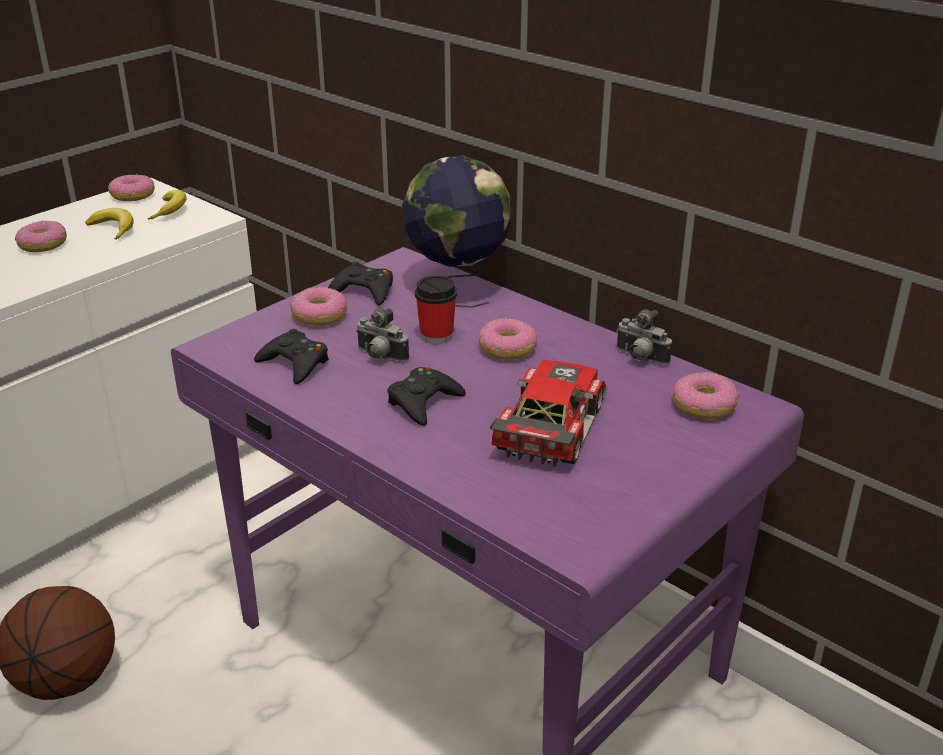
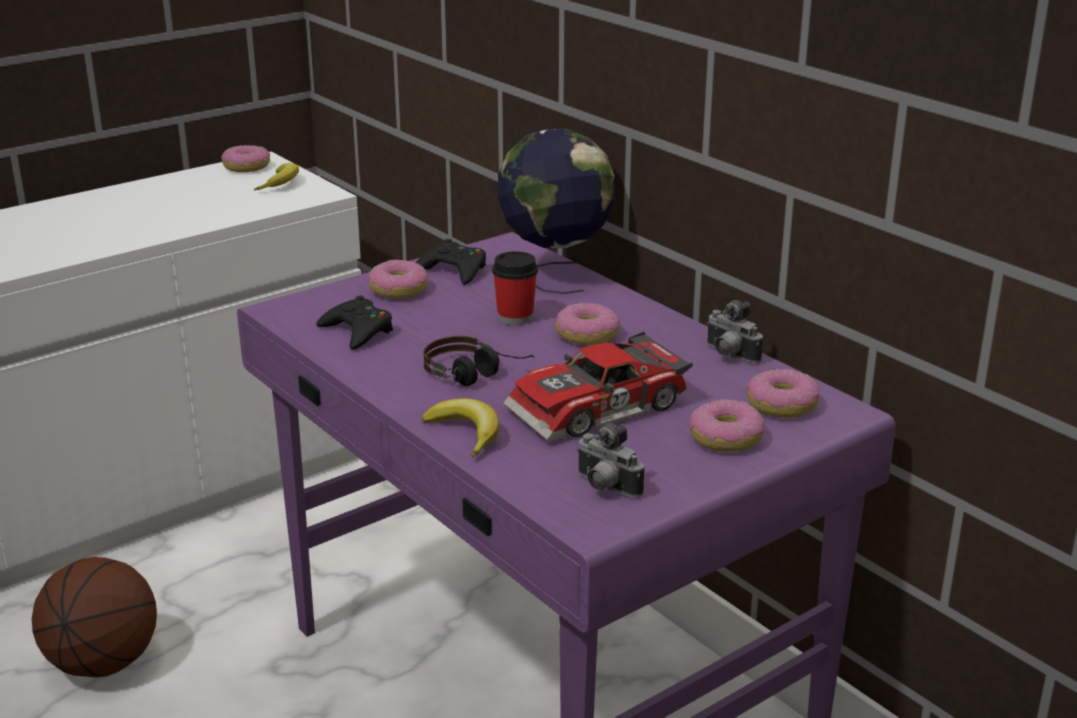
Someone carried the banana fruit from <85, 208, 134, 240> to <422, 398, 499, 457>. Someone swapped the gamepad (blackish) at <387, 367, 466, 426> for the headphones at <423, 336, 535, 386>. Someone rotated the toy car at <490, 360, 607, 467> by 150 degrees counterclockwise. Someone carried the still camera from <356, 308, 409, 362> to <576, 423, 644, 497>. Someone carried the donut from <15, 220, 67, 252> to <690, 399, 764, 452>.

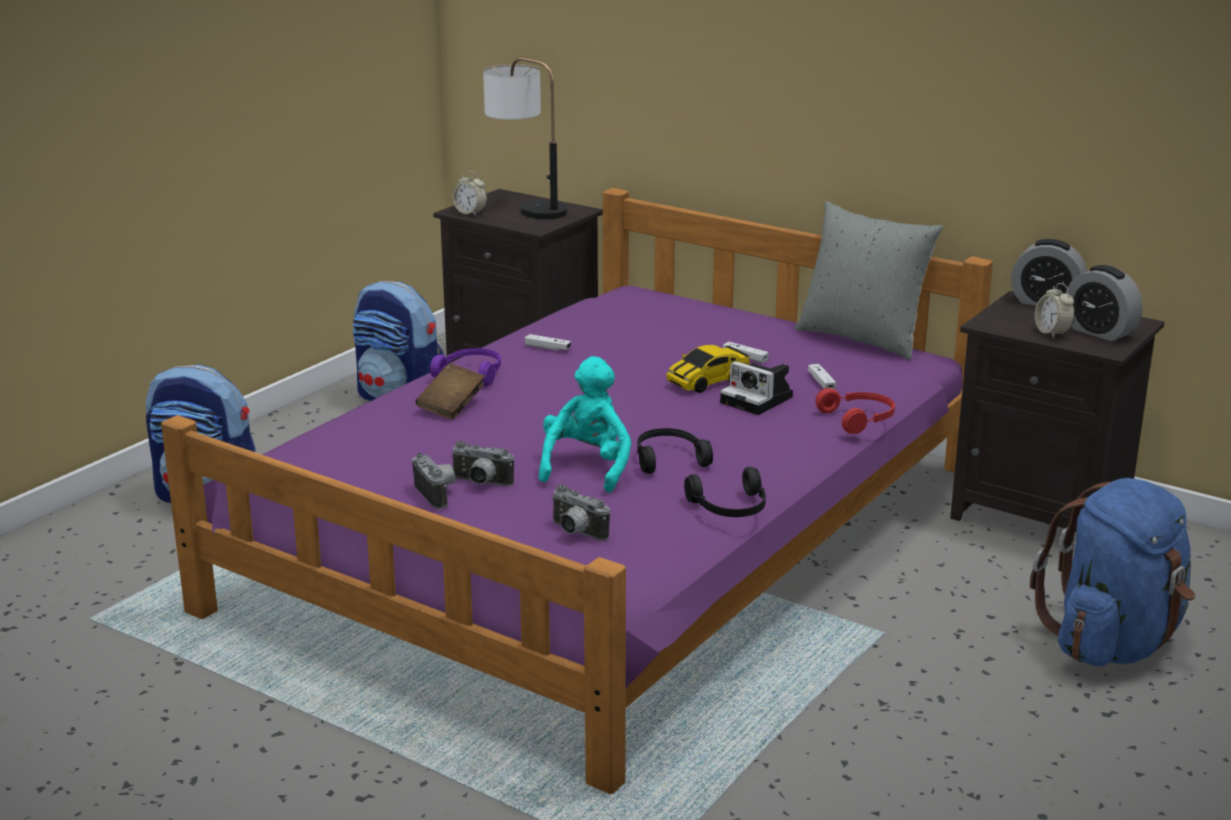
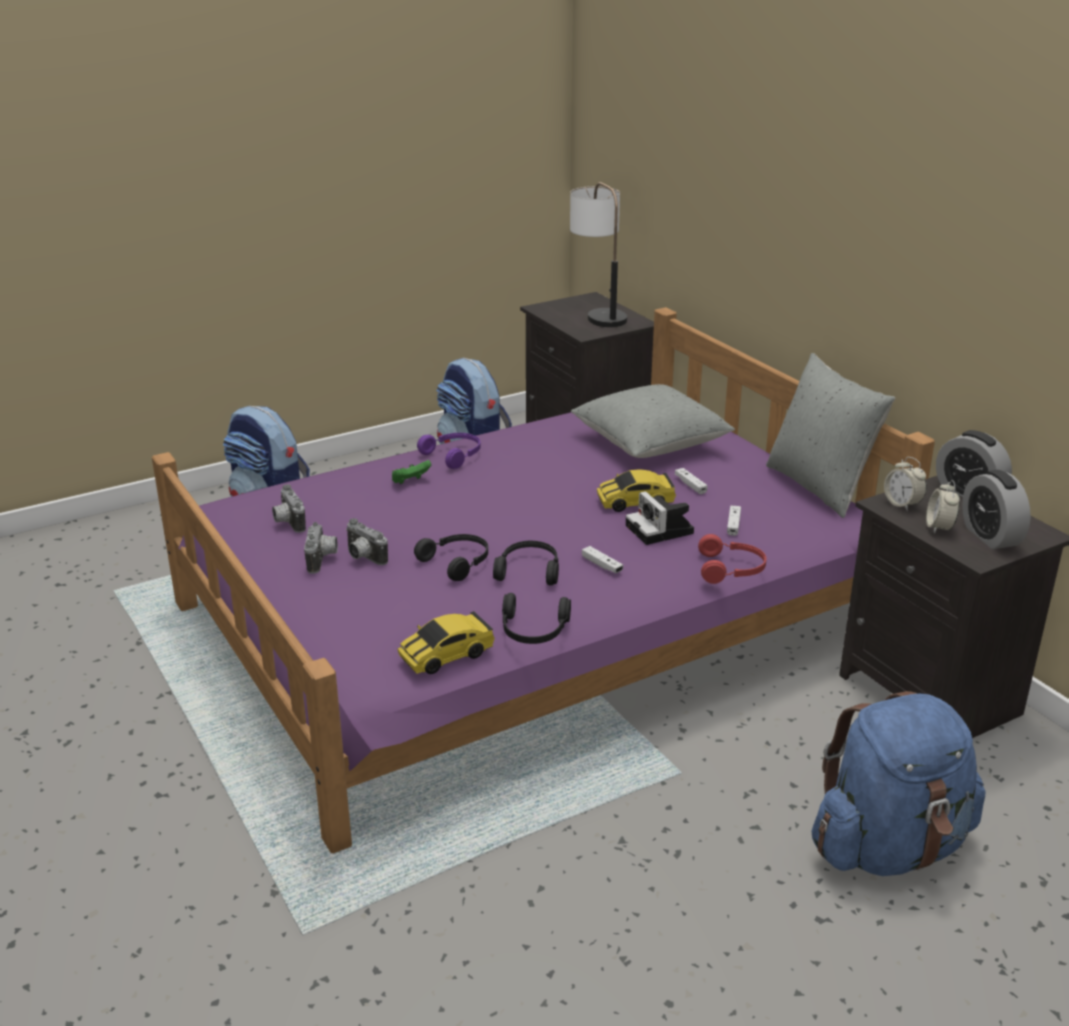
Someone carried the still camera from <551, 485, 610, 541> to <272, 484, 306, 533>. Someone swapped the volume (brownish) at <416, 363, 485, 419> for the gamepad (greenish) at <392, 460, 432, 484>. Someone put down the toy car at <398, 611, 495, 674>. Someone swapped the plush toy (blue-green) at <539, 356, 631, 493> for the headphones (blackish) at <414, 534, 488, 581>. Someone put down the cushion (grey) at <571, 384, 735, 458>. Someone carried the gamepad (white-coloured) from <525, 334, 571, 351> to <582, 546, 623, 573>. Someone carried the bedside clock from <453, 171, 487, 216> to <884, 457, 927, 511>.

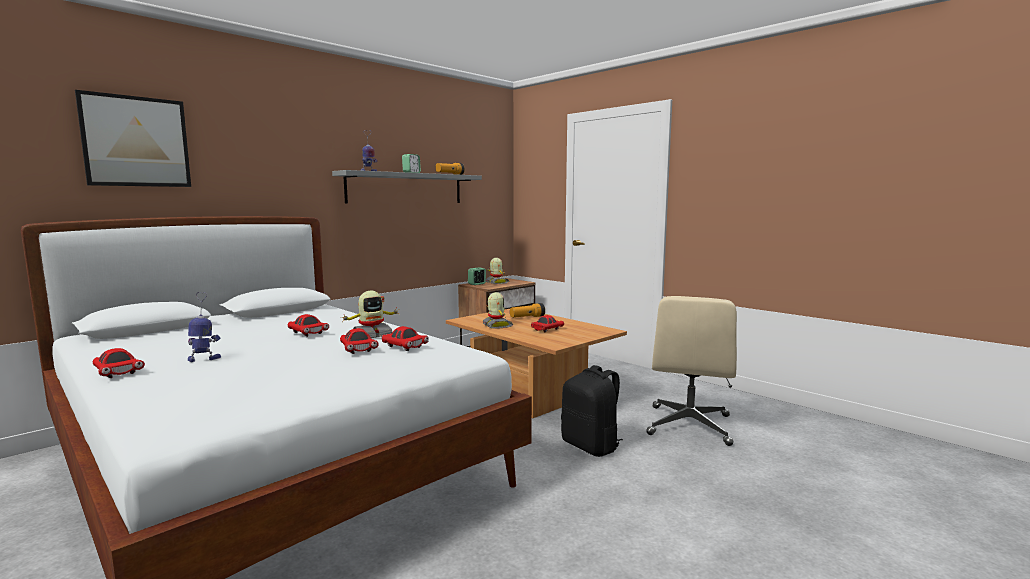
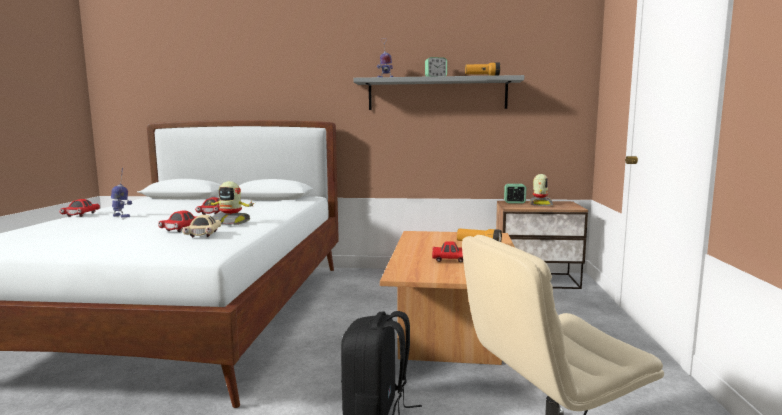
Someone repainted the toy car (red) at <382, 326, 429, 351>, which became the toy car (sand-coloured) at <182, 215, 221, 237>. Someone took away the picture at <75, 90, 191, 187>. Someone took away the robot figure at <483, 292, 513, 329>.

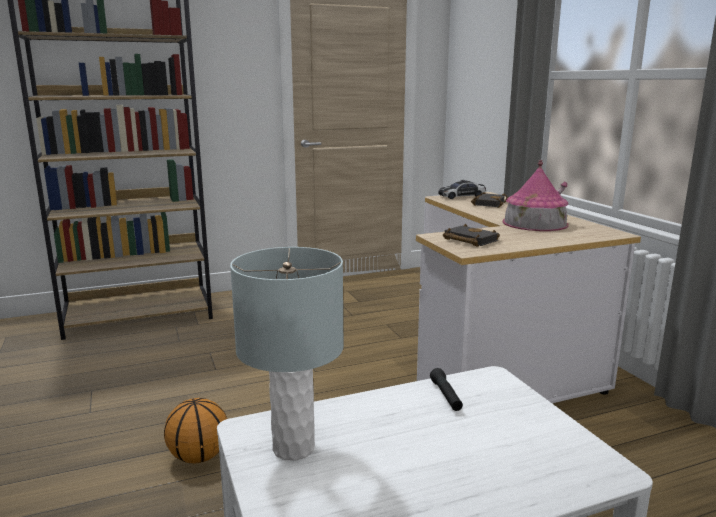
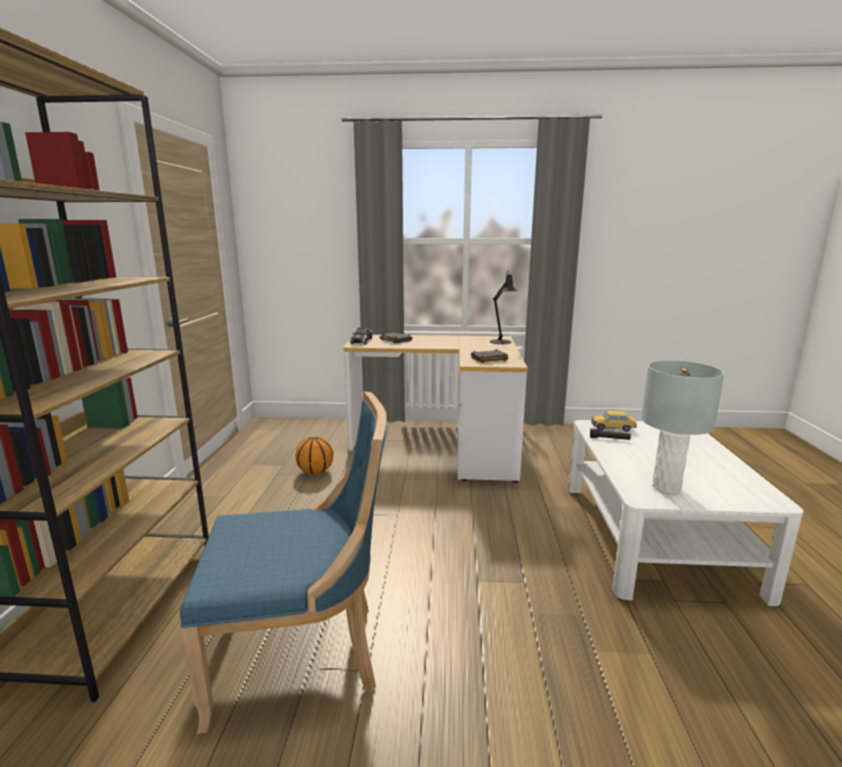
Someone put down the plain chair (blue-coloured) at <180, 391, 387, 734>. Someone carried the basketball ball from <164, 398, 227, 464> to <296, 437, 333, 475>. Someone put down the lamp for a table (blackish) at <490, 270, 518, 344>. Someone put down the toy car at <591, 411, 637, 432>. Someone took away the miniature house at <502, 160, 569, 231>.

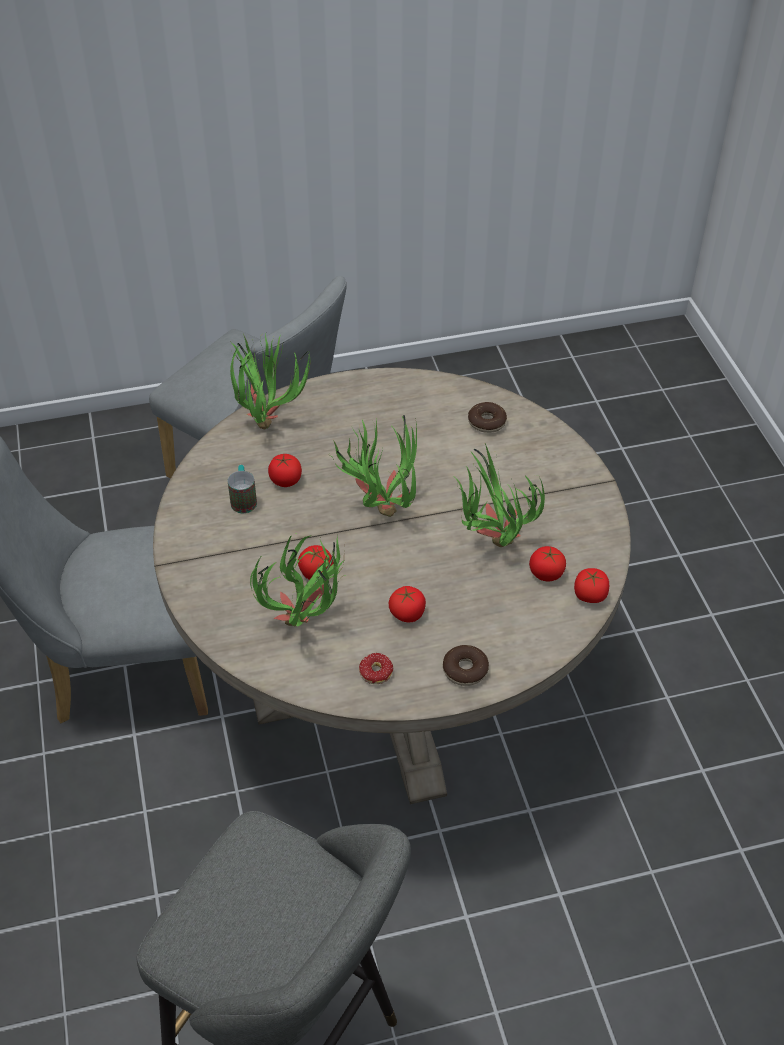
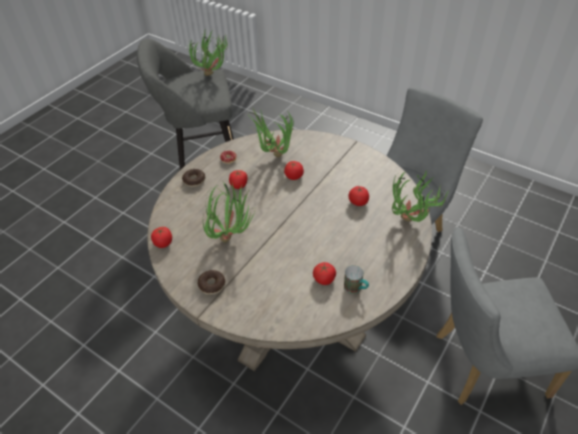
Someone carried the houseplant from <329, 415, 417, 517> to <188, 28, 228, 76>. Someone carried the donut from <468, 402, 507, 433> to <198, 270, 225, 295>. Someone carried the tomato from <529, 546, 566, 582> to <313, 262, 336, 285>. Someone carried the coffee mug from <228, 465, 257, 513> to <344, 265, 369, 294>.

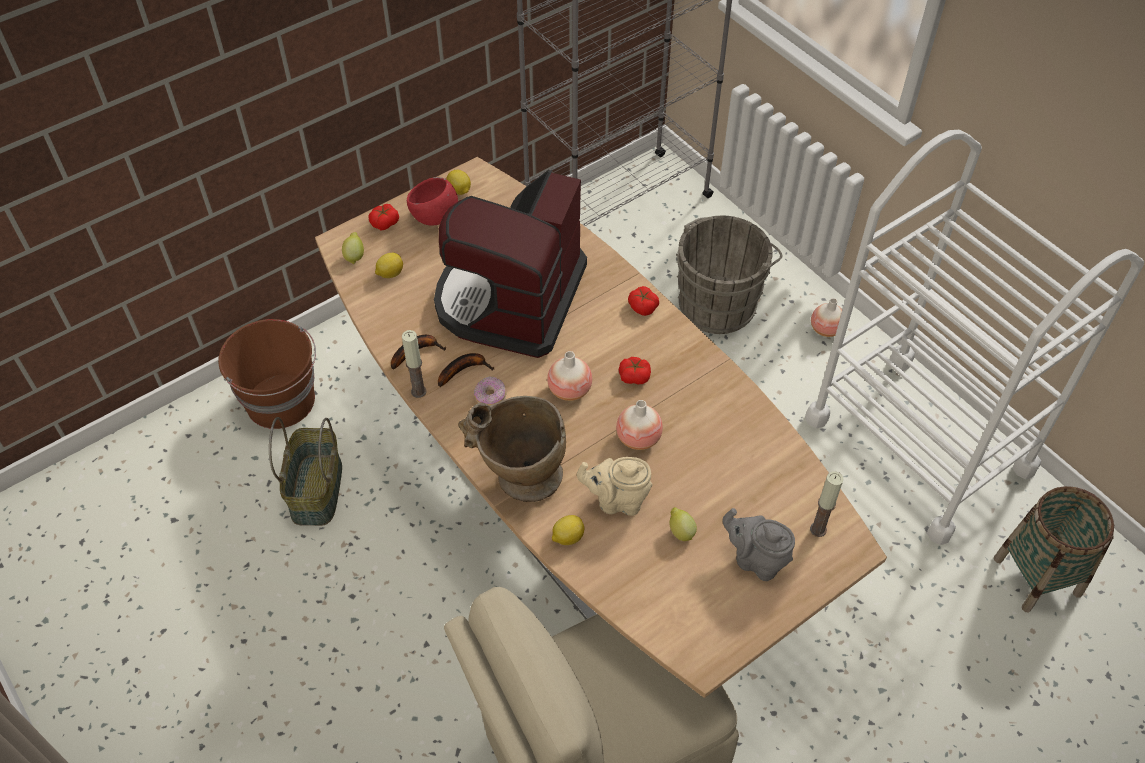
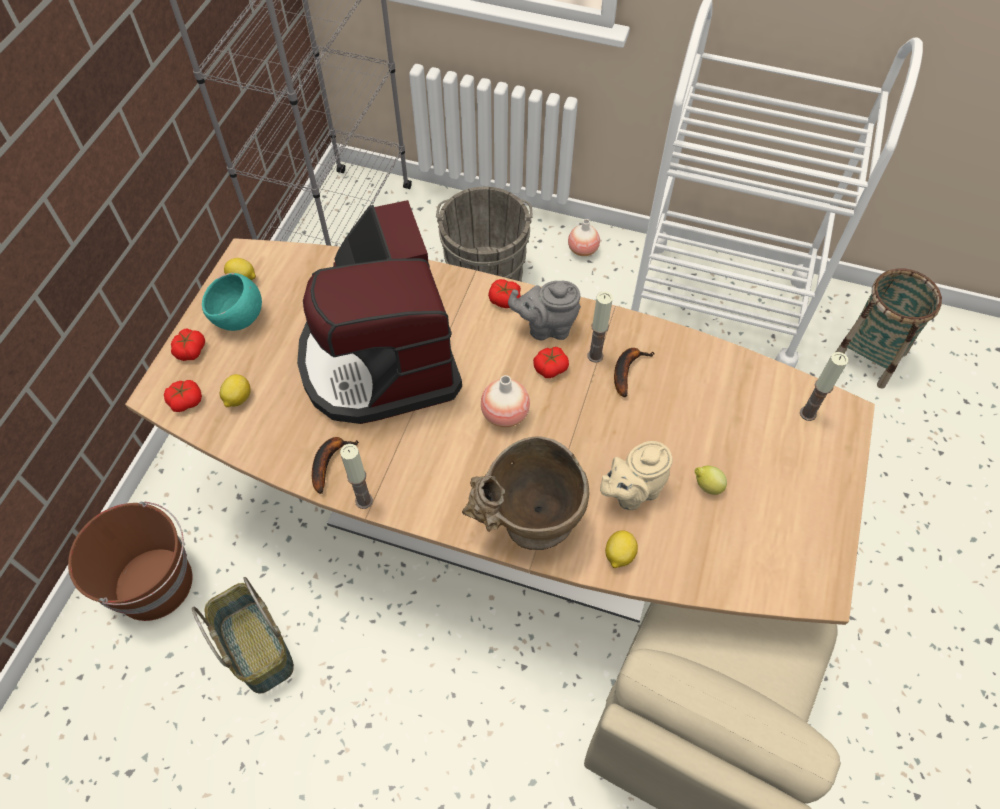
Someone swapped the whole lemon at <342, 232, 364, 264> for the tomato at <164, 380, 202, 412>. Someone repainted the bowl (red) at <407, 177, 458, 226>, which became the bowl (blue-green) at <202, 273, 262, 331>. Someone carried the pot for tea (grey) from <722, 508, 795, 581> to <508, 281, 581, 340>. Someone put down the wax light at <587, 292, 613, 363>. Someone carried the banana fruit from <438, 353, 495, 387> to <614, 348, 654, 398>. Someone took away the donut at <474, 376, 506, 406>. Someone took away the flower vase at <616, 400, 663, 450>.

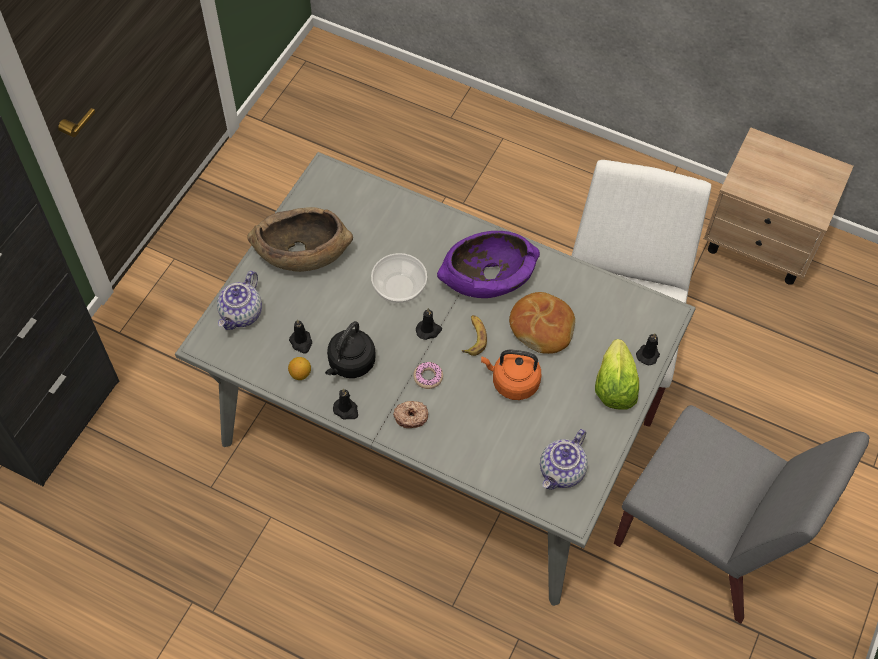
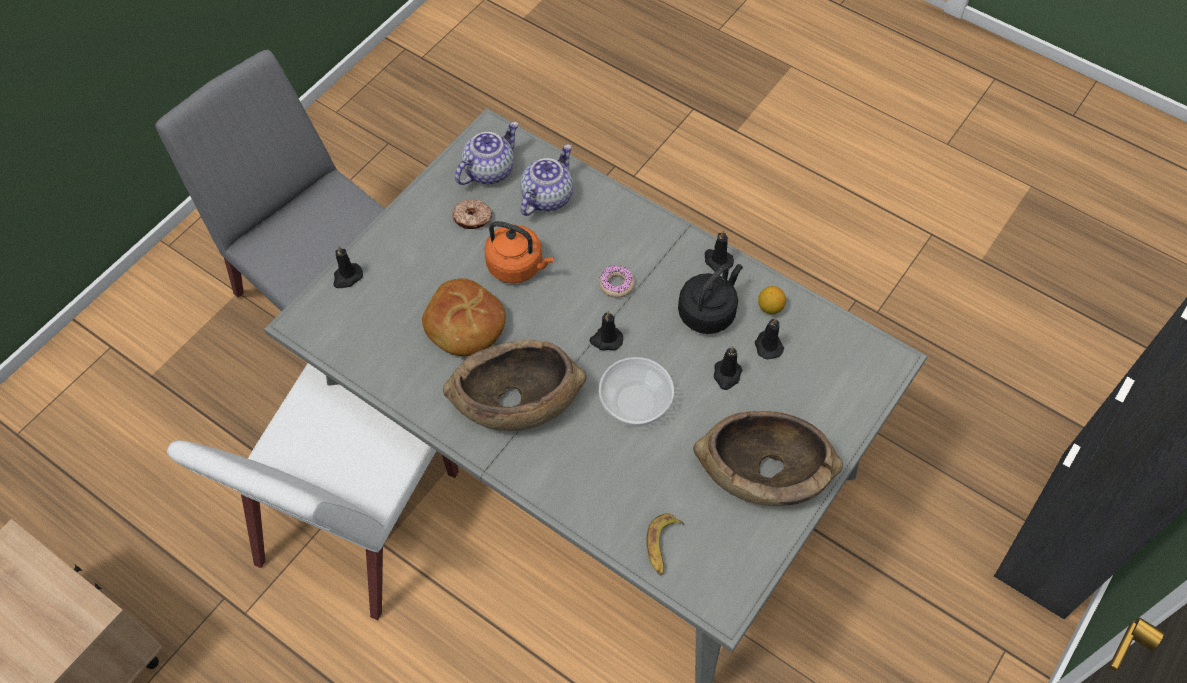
Someone repainted the bowl (purple-coloured) at <437, 231, 540, 298>, which became the bowl (brownish) at <443, 340, 586, 431>. Someone carried the donut from <393, 401, 428, 428> to <452, 199, 492, 229>. Someone carried the pot for tea from <217, 271, 262, 330> to <521, 144, 573, 216>. Someone carried the banana fruit from <462, 315, 487, 356> to <646, 513, 684, 575>. Someone put down the wax light (blackish) at <714, 346, 742, 390>. Someone took away the lettuce head at <595, 339, 639, 410>.

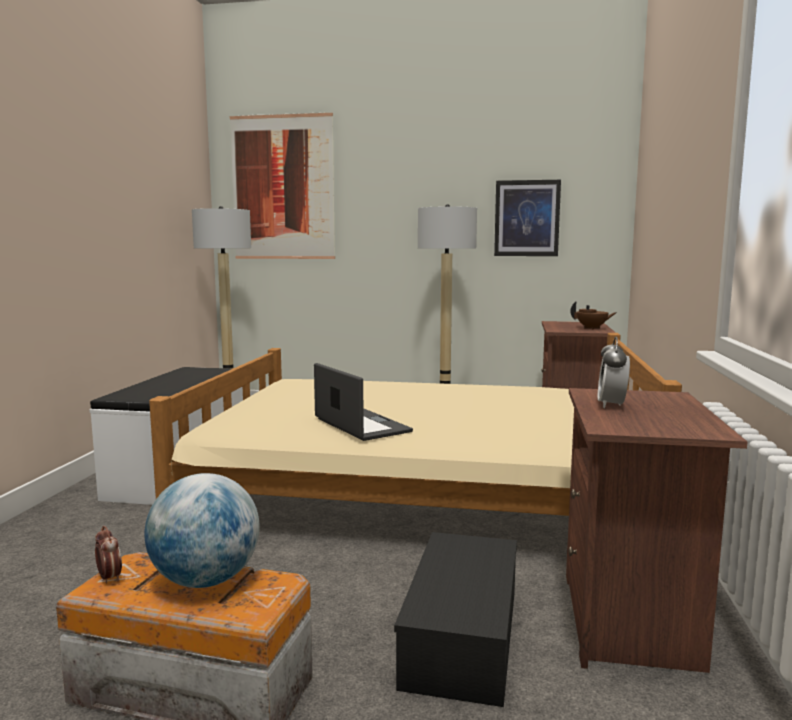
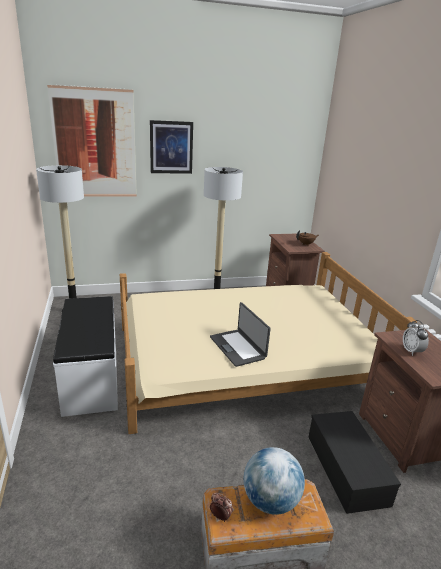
Someone carried the picture from <494, 180, 561, 256> to <150, 120, 193, 174>. Someone rotated the notebook computer at <314, 363, 413, 441> by 150 degrees counterclockwise.

